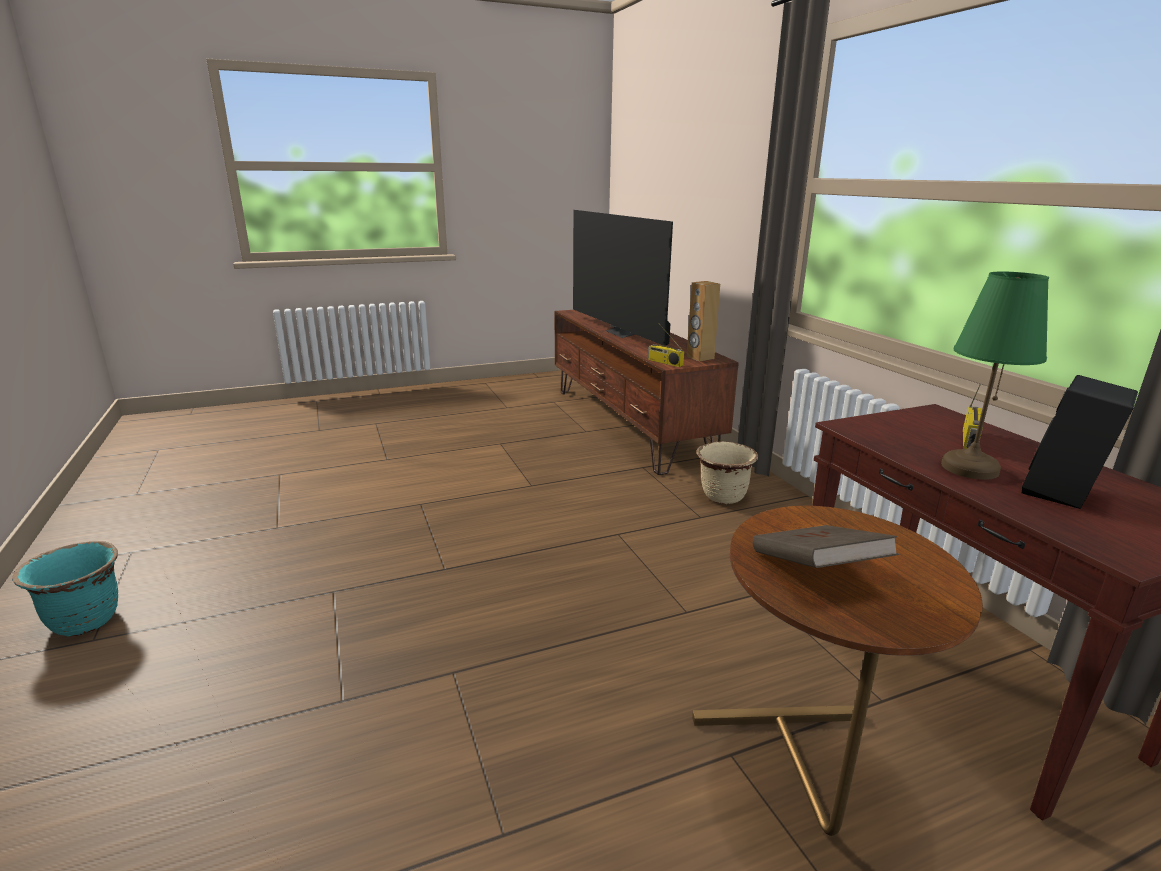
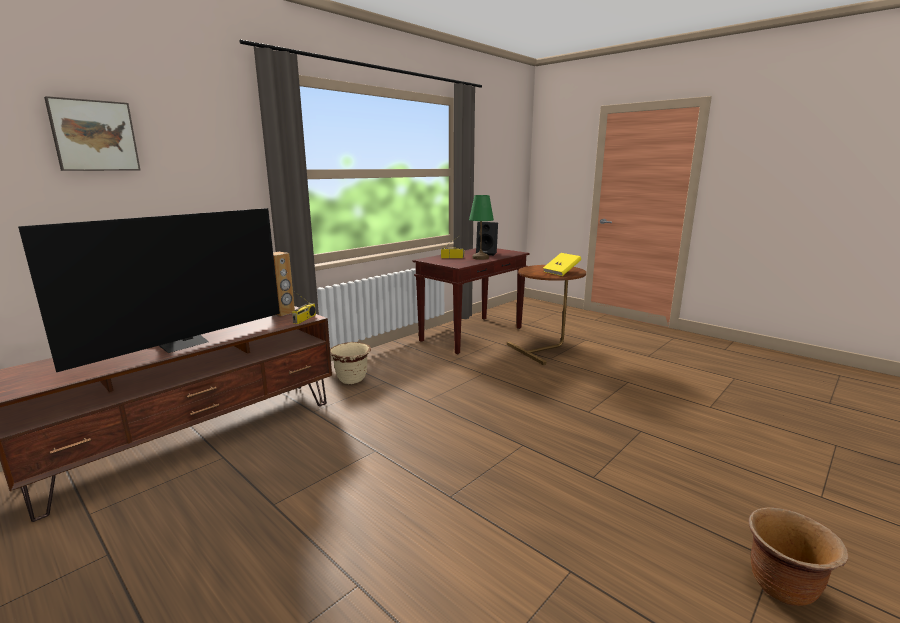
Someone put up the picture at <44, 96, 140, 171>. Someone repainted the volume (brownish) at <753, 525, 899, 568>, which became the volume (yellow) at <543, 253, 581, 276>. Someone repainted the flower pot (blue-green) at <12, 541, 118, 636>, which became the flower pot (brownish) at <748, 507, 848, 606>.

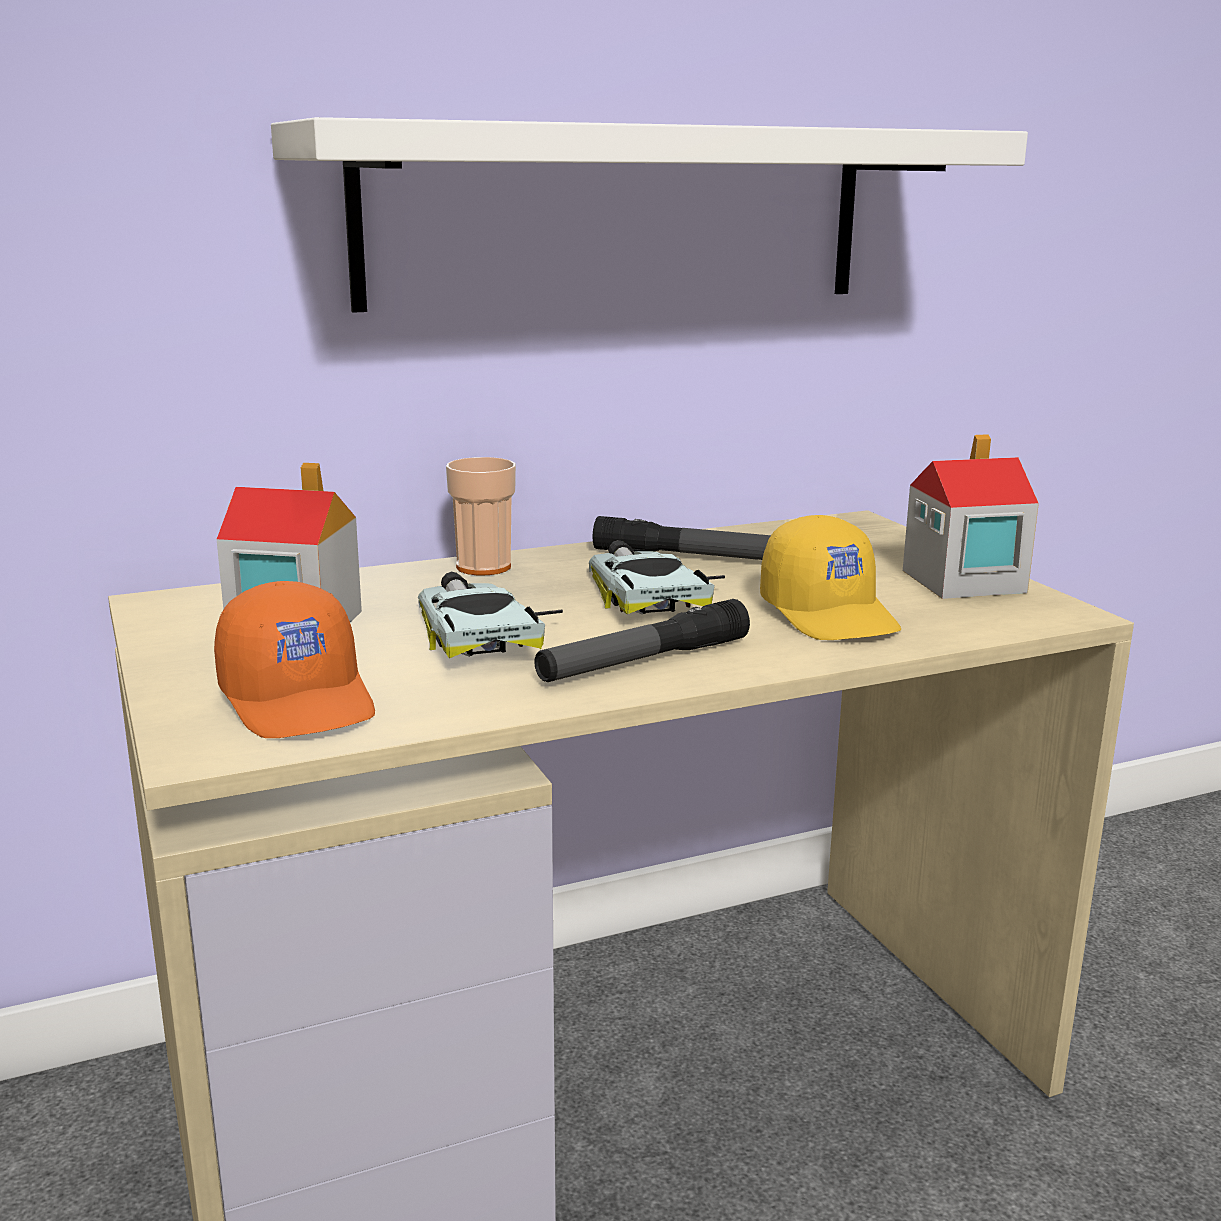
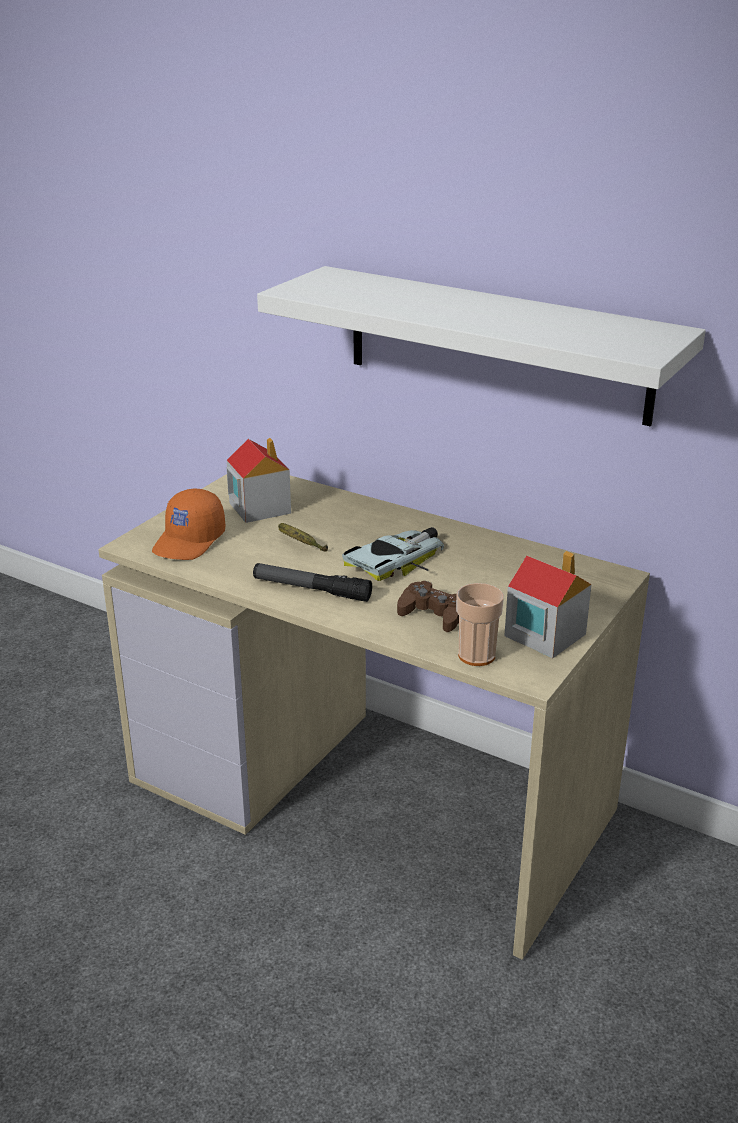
Someone swapped the toy car at <418, 572, 563, 659> for the banana fruit at <278, 523, 328, 552>. Someone swapped the cap (yellow) at <760, 515, 901, 640> for the gamepad (brownish) at <397, 581, 459, 632>. Someone carried the cup from <446, 457, 516, 575> to <456, 583, 504, 666>. Someone took away the hand torch at <593, 516, 771, 560>.

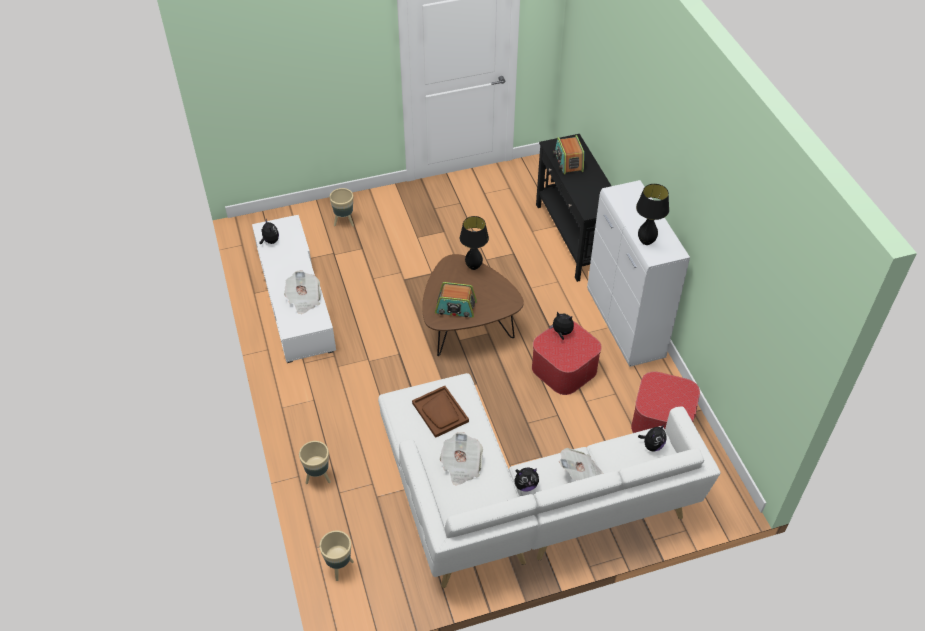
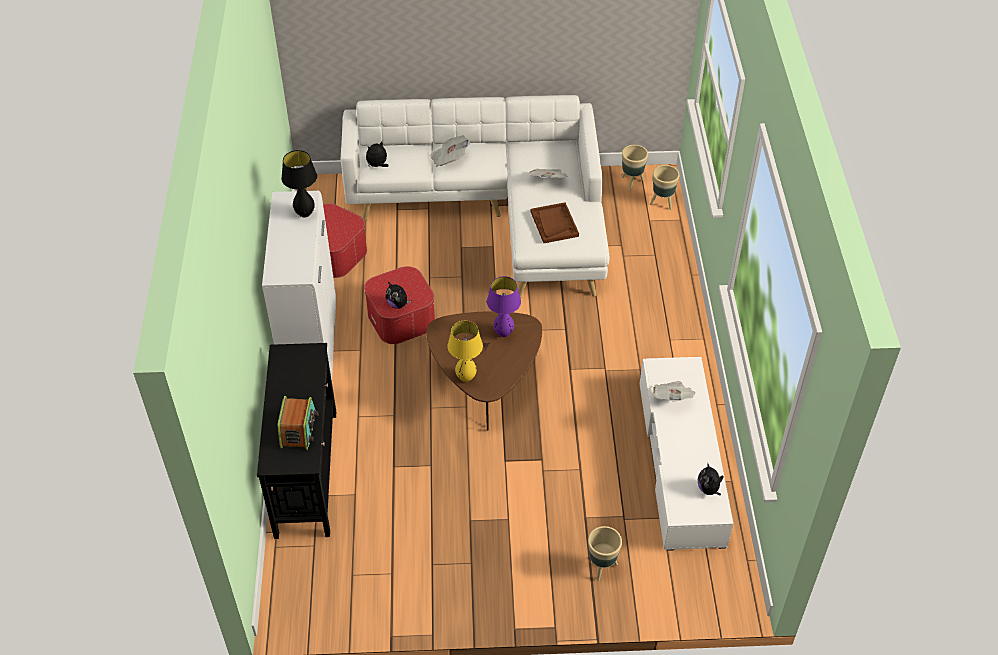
Someone repainted the lamp for a table (blackish) at <460, 216, 489, 270>, which became the lamp for a table (yellow) at <448, 321, 483, 382>. Someone swapped the radio set at <435, 282, 477, 318> for the lamp for a table (purple-coloured) at <487, 276, 521, 337>. Someone carried the flower pot (sand-coloured) from <299, 441, 331, 484> to <622, 145, 648, 191>. Someone took away the plush toy at <515, 467, 539, 492>.

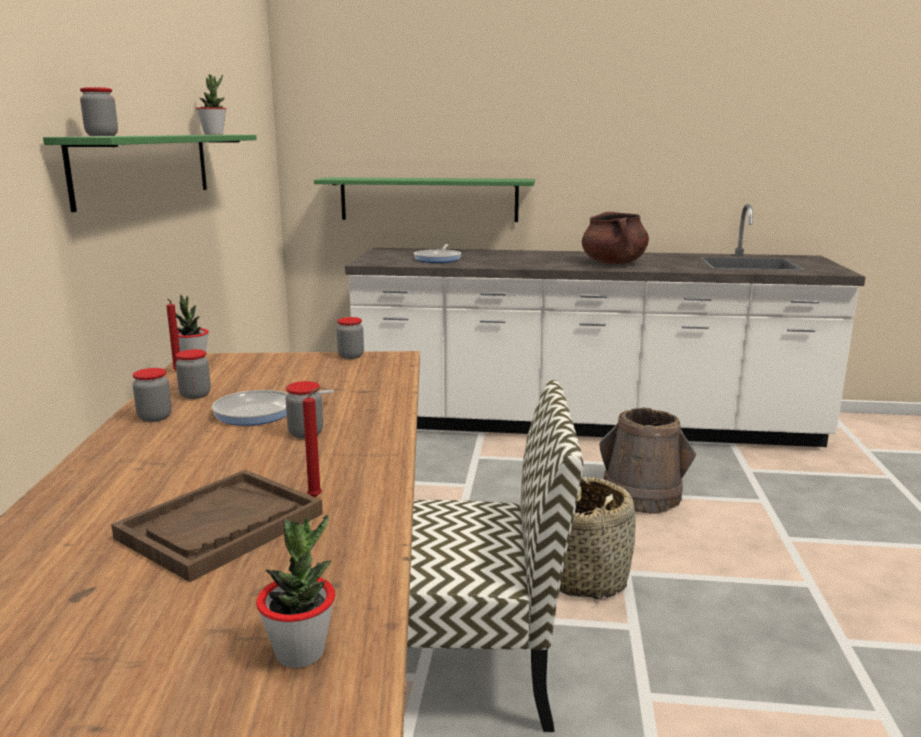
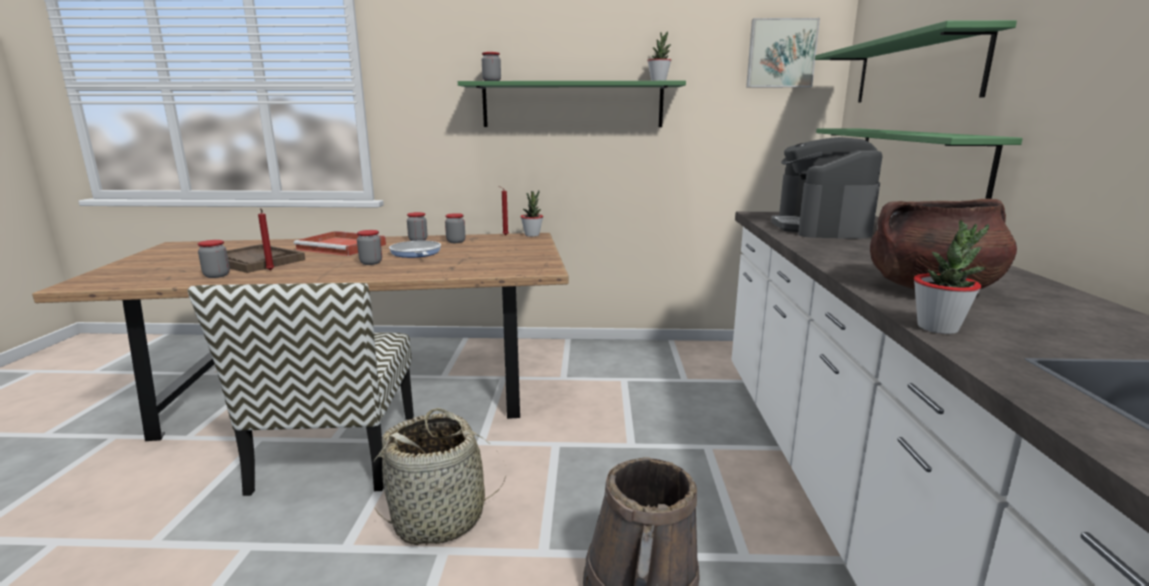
Someone carried the jar from <337, 317, 364, 359> to <197, 240, 230, 278>. Someone put down the carrying tray (red) at <294, 231, 386, 256>. Someone put up the picture at <746, 18, 820, 87>. Someone swapped the pan at <414, 244, 461, 263> for the coffee maker at <771, 137, 882, 239>. Someone put up the shelf (greenish) at <815, 20, 1017, 103>. Someone carried the houseplant from <256, 515, 335, 668> to <914, 220, 989, 334>.

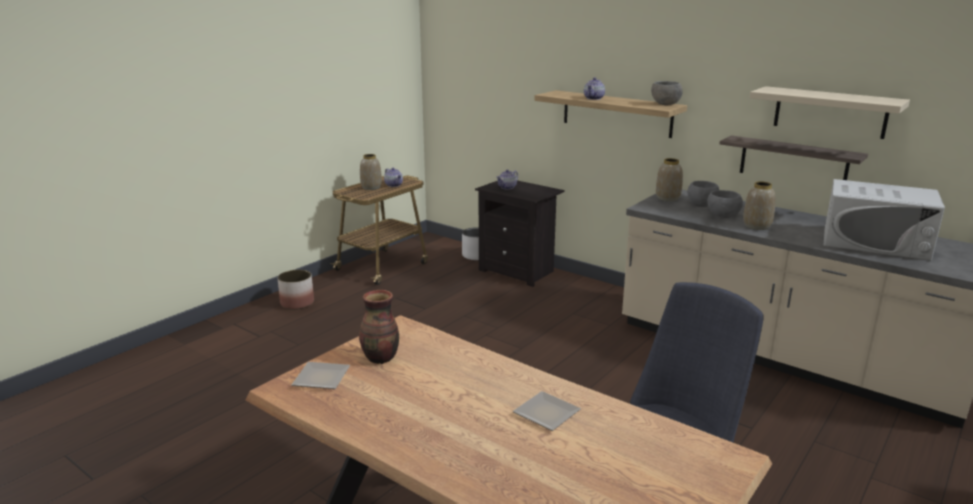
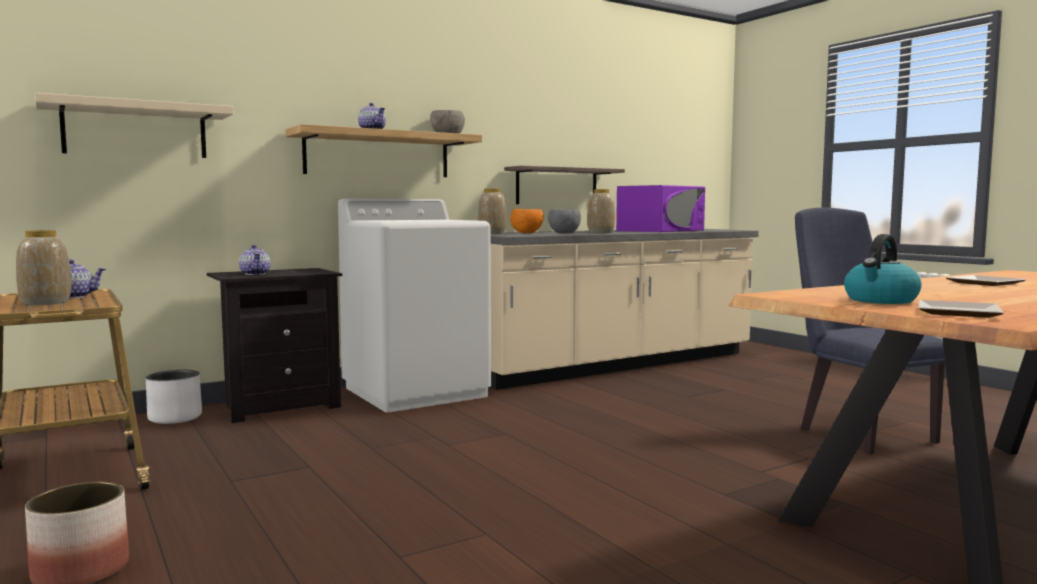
Someone carried the shelf (sand-coloured) from <750, 86, 910, 139> to <35, 93, 234, 158>. Someone put down the washing machine (white-coloured) at <338, 199, 491, 412>. Someone repainted the bowl (grey) at <687, 181, 719, 207>, which became the bowl (orangey) at <510, 209, 544, 233>. Someone repainted the kitchen microwave (white-coloured) at <823, 179, 945, 261>, which became the kitchen microwave (purple-coloured) at <616, 185, 705, 232>. Someone swapped the flower vase at <359, 290, 399, 364> for the tea kettle at <844, 234, 922, 304>.

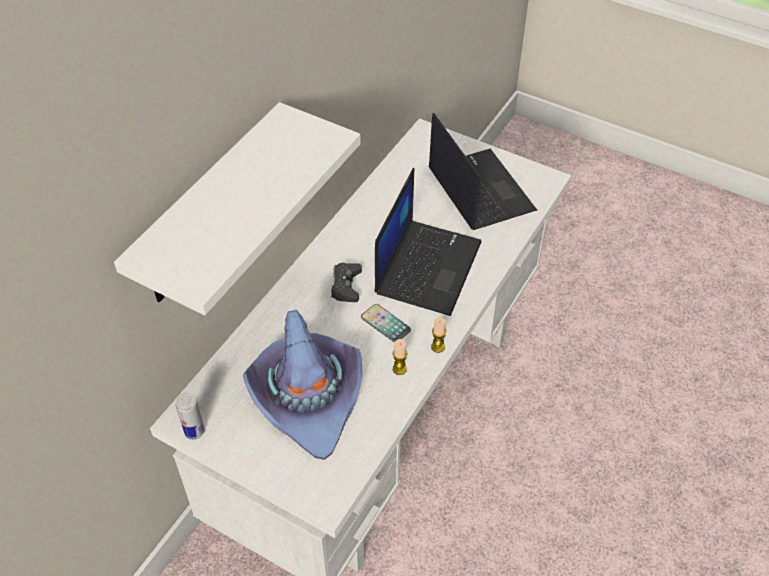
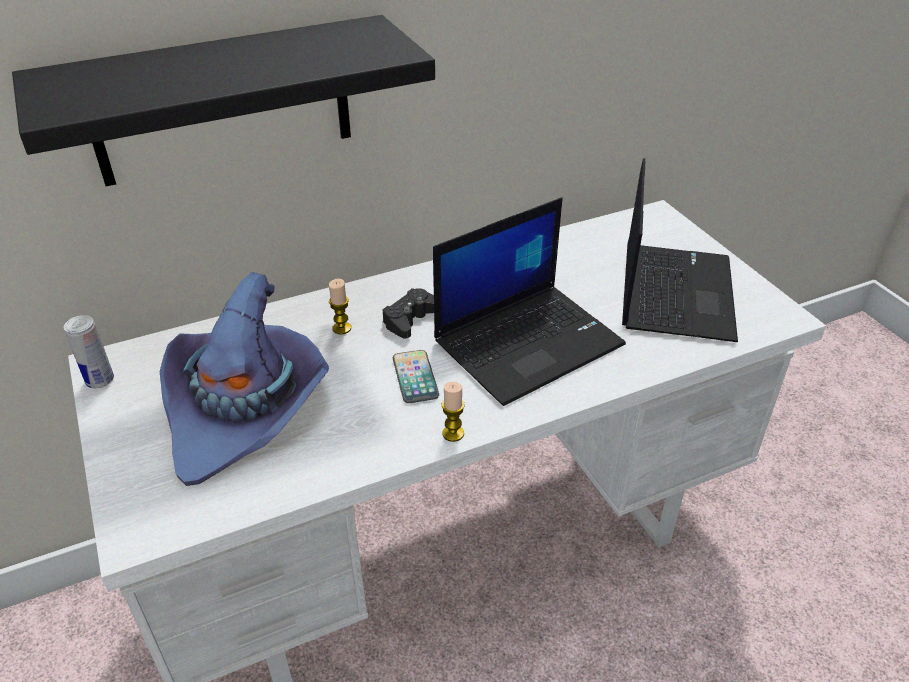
Someone repainted the shelf (white-coloured) at <114, 102, 361, 316>, which became the shelf (blackish) at <12, 15, 435, 186>. Someone carried the wax light from <393, 339, 407, 375> to <329, 279, 351, 334>.

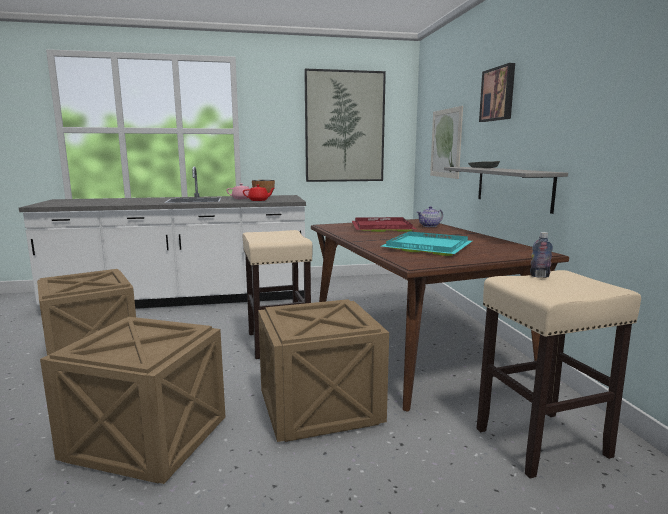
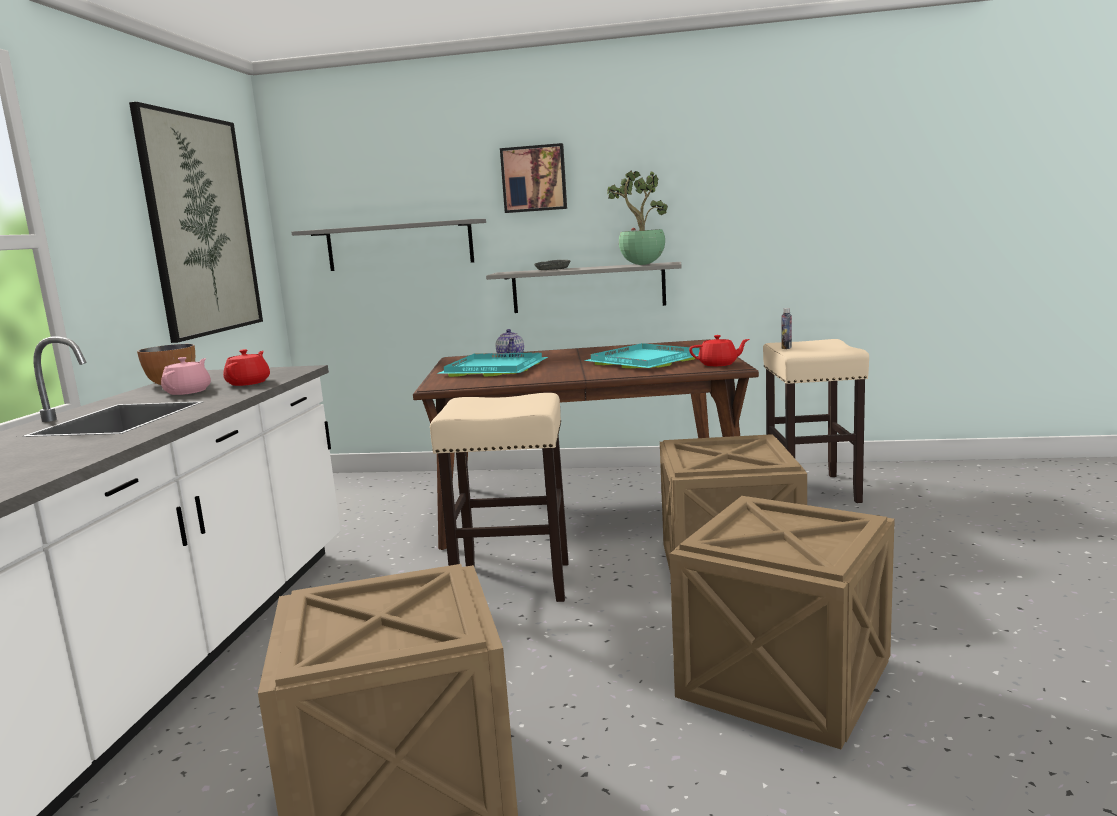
Someone swapped the picture at <430, 106, 463, 179> for the shelf (grey) at <291, 219, 486, 271>. Someone repainted the carrying tray (red) at <352, 217, 416, 232>, which became the carrying tray (blue-green) at <437, 352, 548, 377>. Someone put down the houseplant at <607, 170, 668, 265>. Someone put down the pot for tea (red) at <689, 335, 750, 366>.

